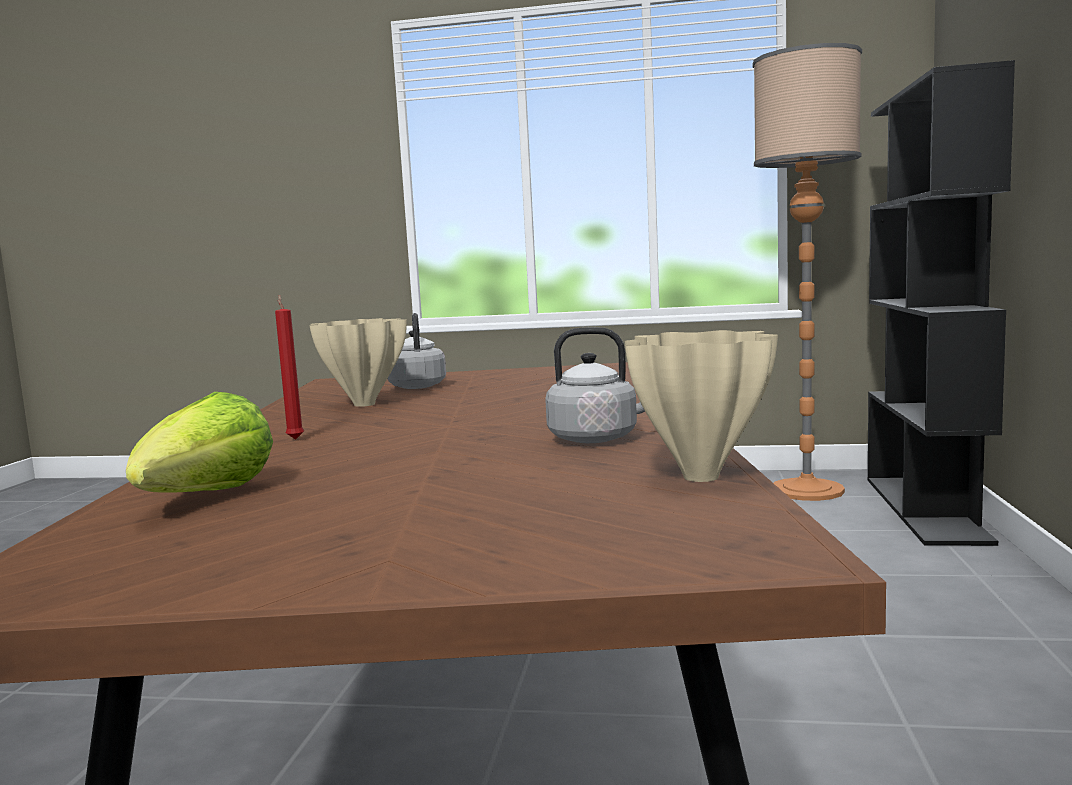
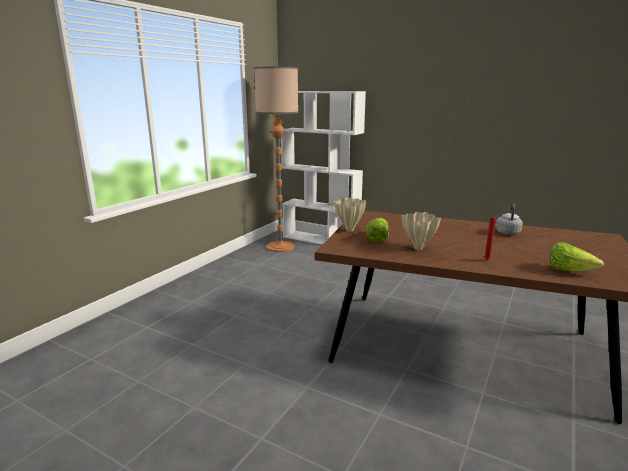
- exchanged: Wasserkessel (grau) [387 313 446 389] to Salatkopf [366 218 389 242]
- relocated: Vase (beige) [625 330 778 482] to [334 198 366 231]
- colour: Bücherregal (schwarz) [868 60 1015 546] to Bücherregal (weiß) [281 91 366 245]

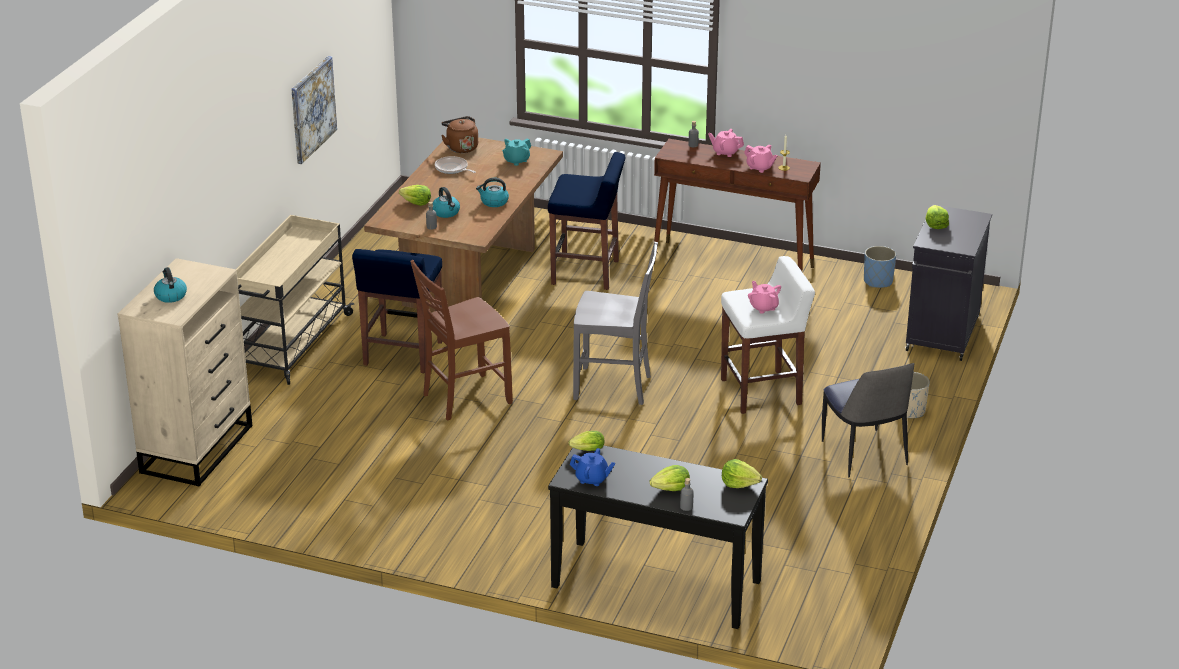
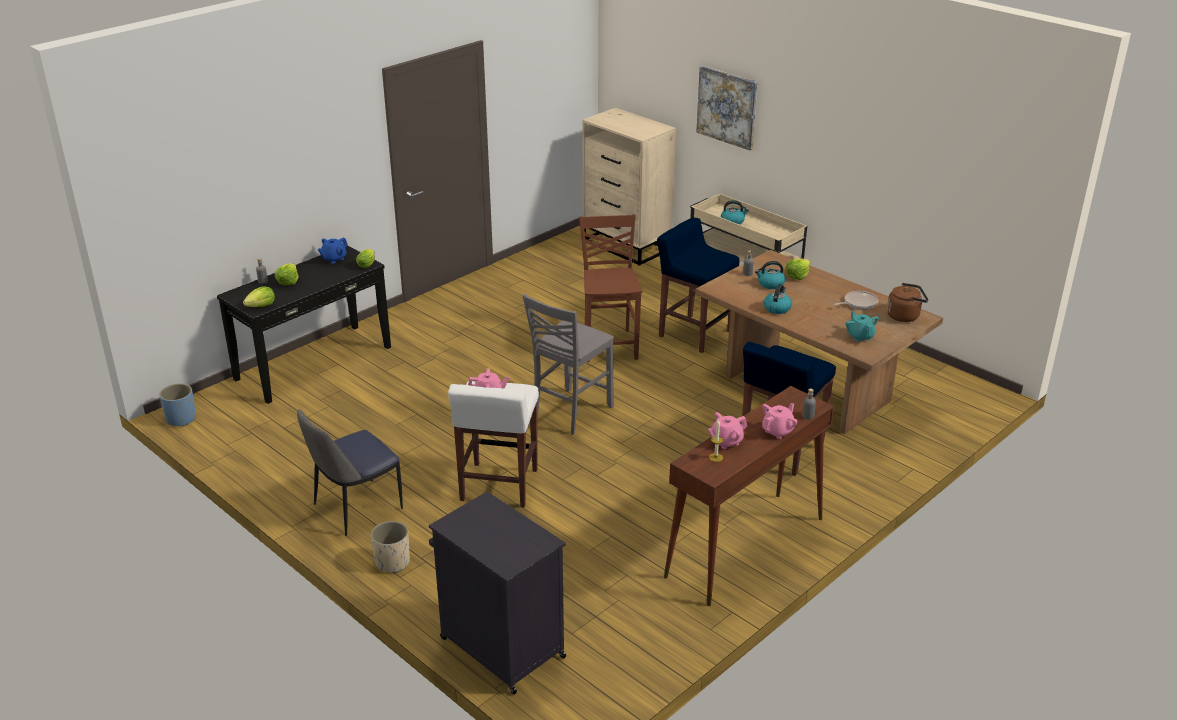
- relocated: Wasserkessel [154 267 187 303] to [721 200 749 225]
- relocated: Bild [291 56 337 164] to [696 66 758 150]
- spun: Stuhl [822 363 914 477] = [297 409 403 536] 45 degrees counterclockwise
- relocated: Pflanzkübel (blau) [864 246 896 288] to [159 384 196 427]
- missing: Salatkopf [926 205 949 229]

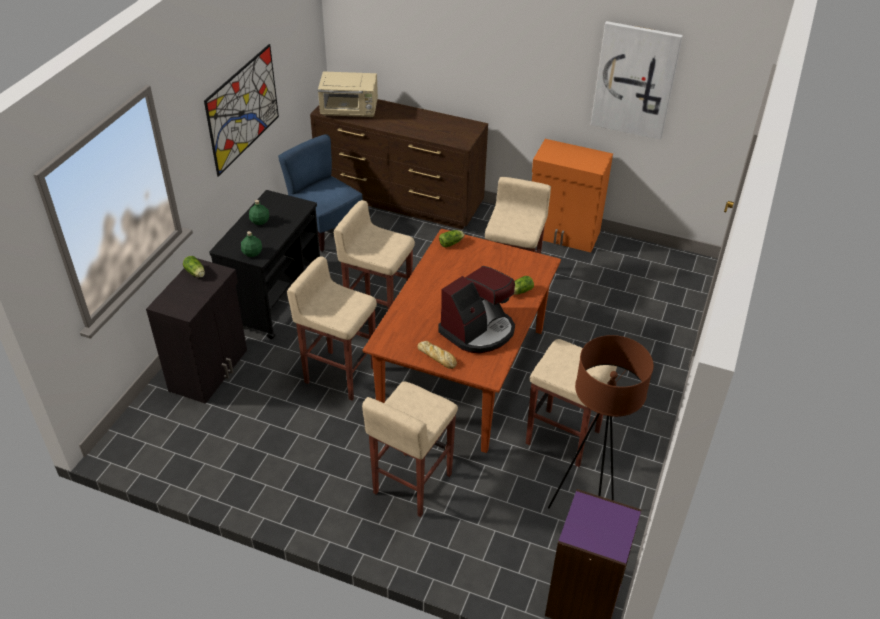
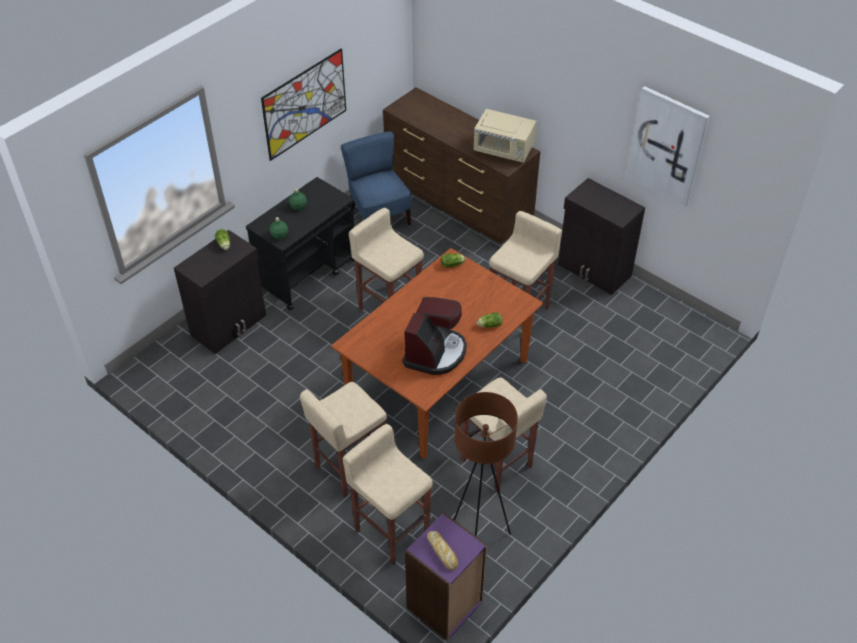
- relocated: Hocker (beige) [287 256 377 401] to [343 424 433 565]
- relocated: Mikrowelle (beige) [318 71 378 117] to [474 109 537 163]
- relocated: Brot [417 341 457 369] to [427 531 458 570]
- spun: Kaffeemaschine [438 266 515 353] = [402 297 467 375] 45 degrees counterclockwise
- colour: Schrank (orange) [532 139 613 252] to Schrank (schwarz) [558 178 645 295]

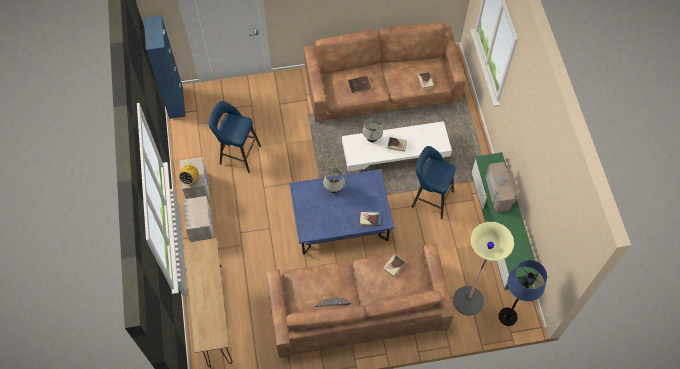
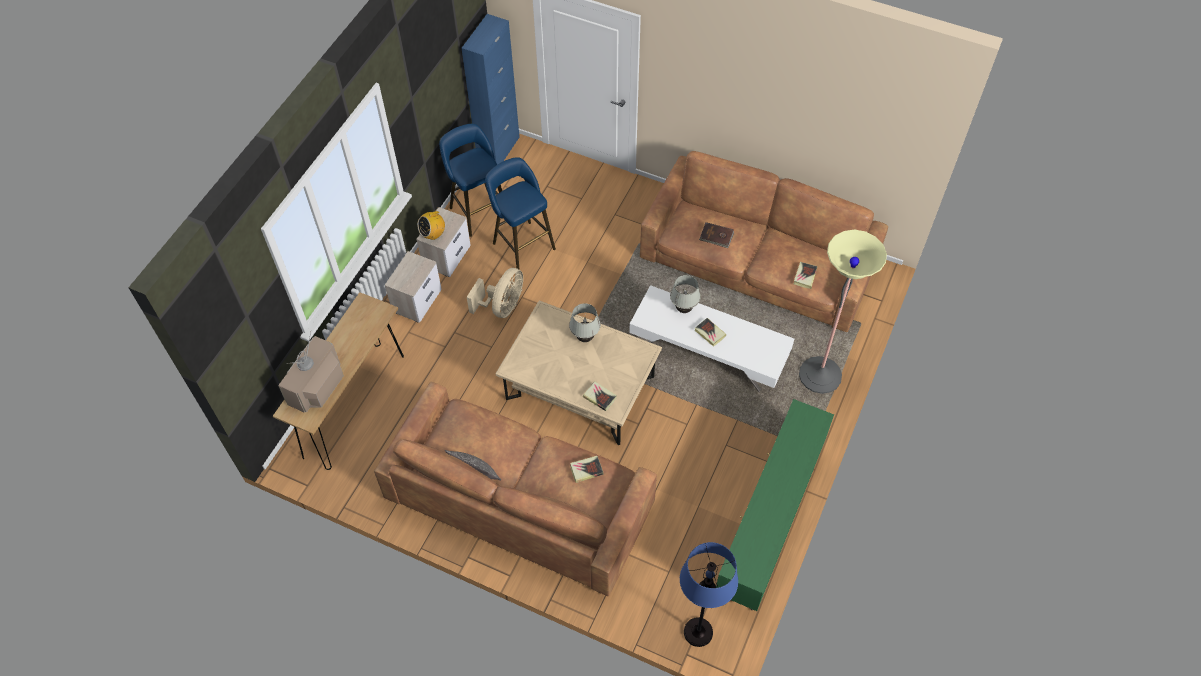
- colour: Couchtisch (blau) [289 169 394 254] to Couchtisch (beige) [495 300 662 445]
- relocated: Hocker (blau) [412 146 456 219] to [439 124 502 237]
- relocated: Stehlampe [453 222 514 315] to [799 230 887 394]
- relocated: Fernseher [485 162 519 212] to [278 332 344 413]
- appeared: Ventilator (beige) [467 268 523 318]

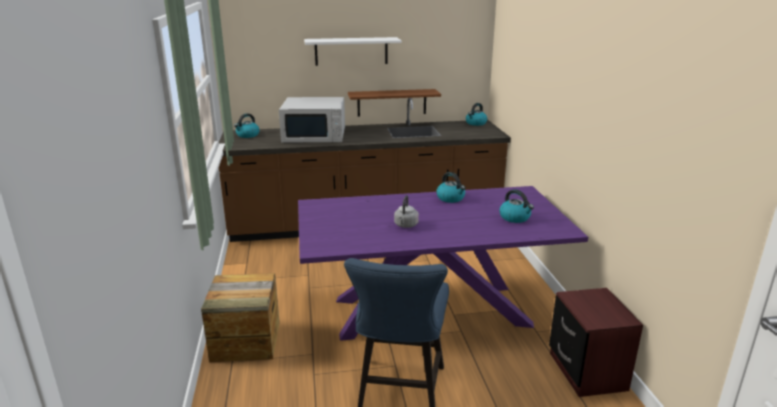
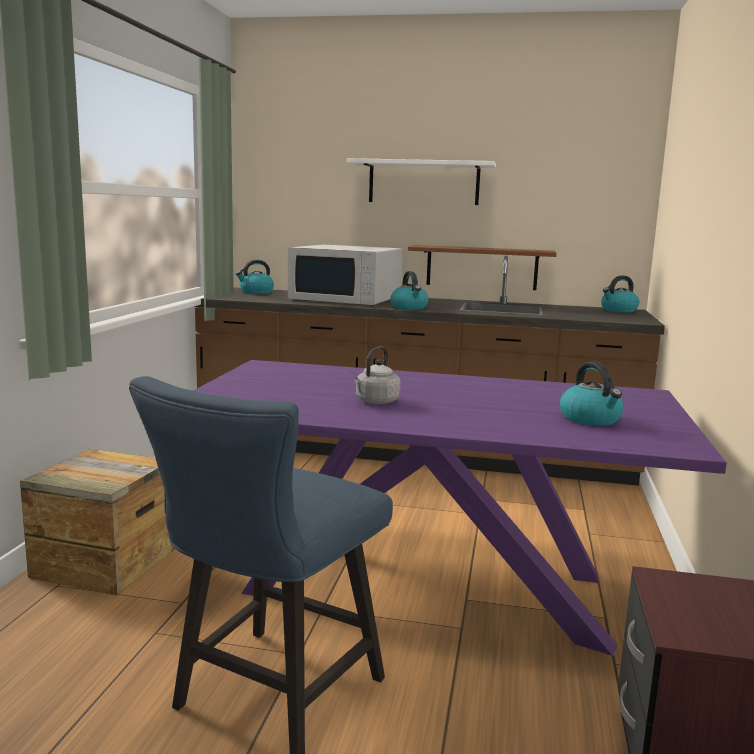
- relocated: Wasserkessel [436 172 466 203] to [390 271 428 310]

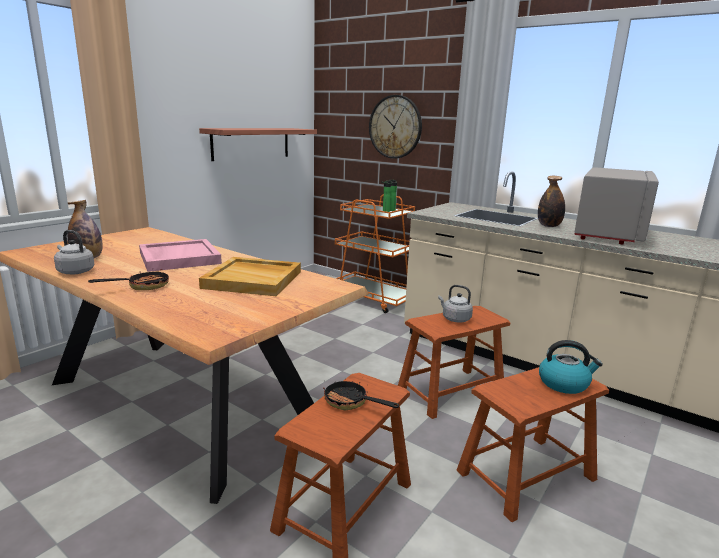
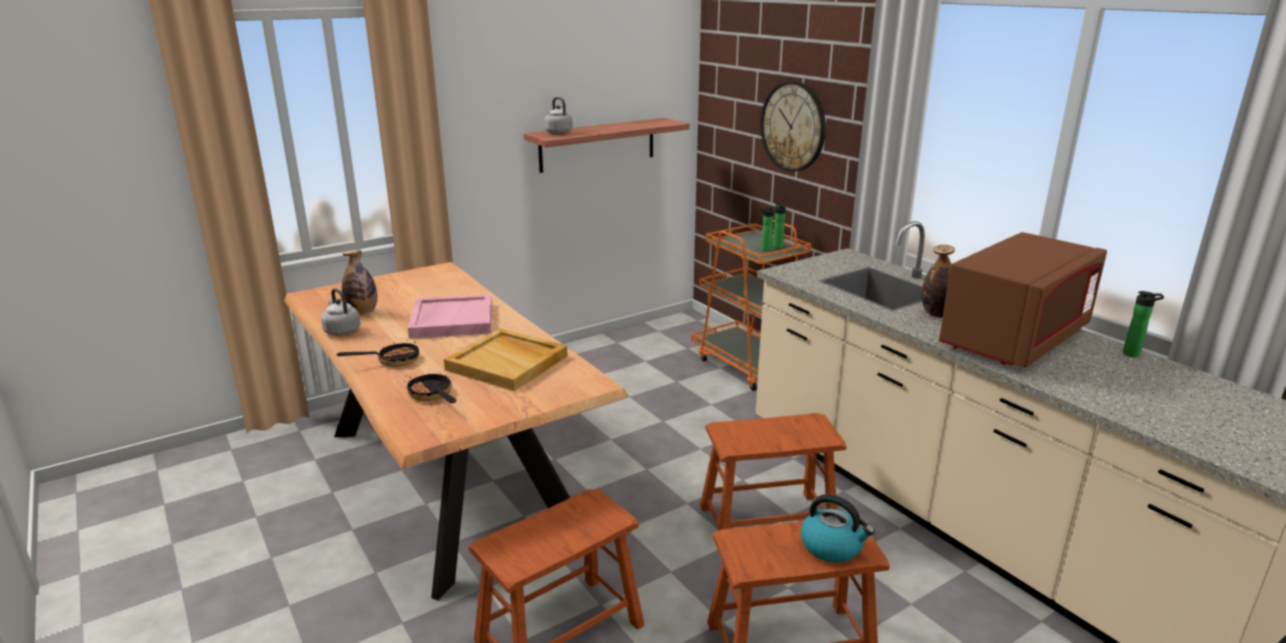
- relocated: Pfanne [323 381 399 410] to [405 373 456 403]
- relocated: Wasserkessel (grau) [438 285 473 323] to [544 97 573 134]
- colour: Mikrowelle (grau) [574 167 659 244] to Mikrowelle (braun) [939 232 1107 367]
- appeared: Flasche [1123 291 1164 357]

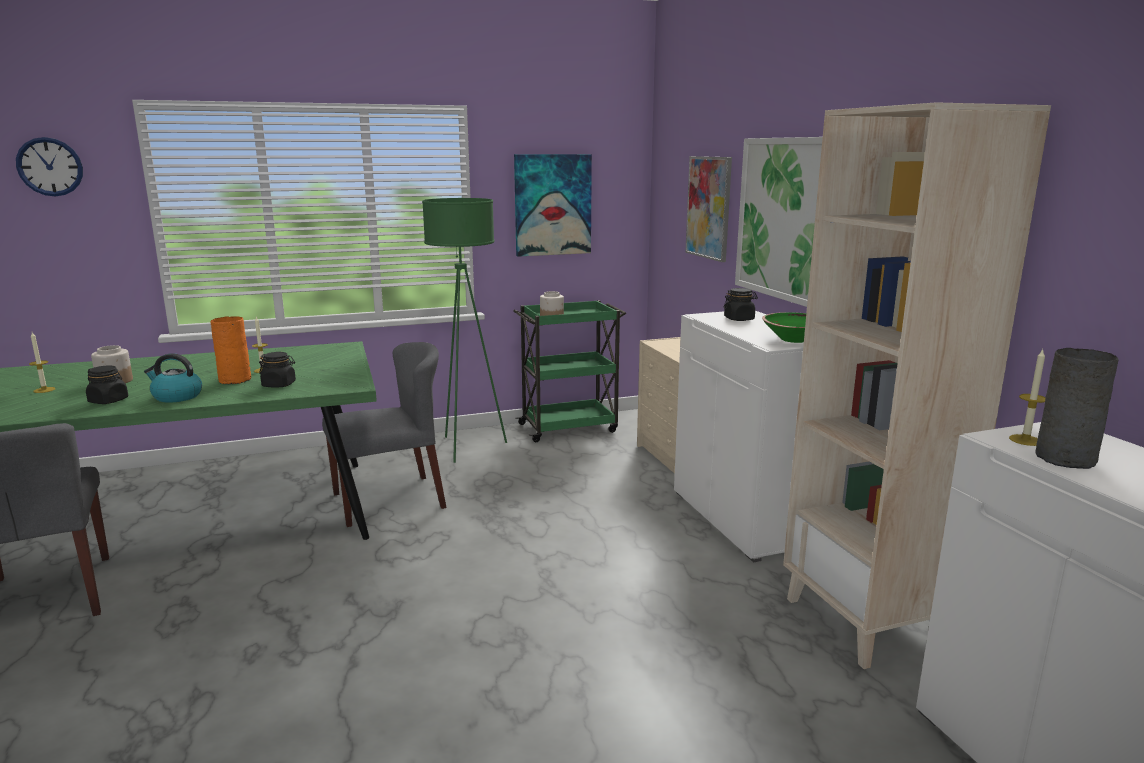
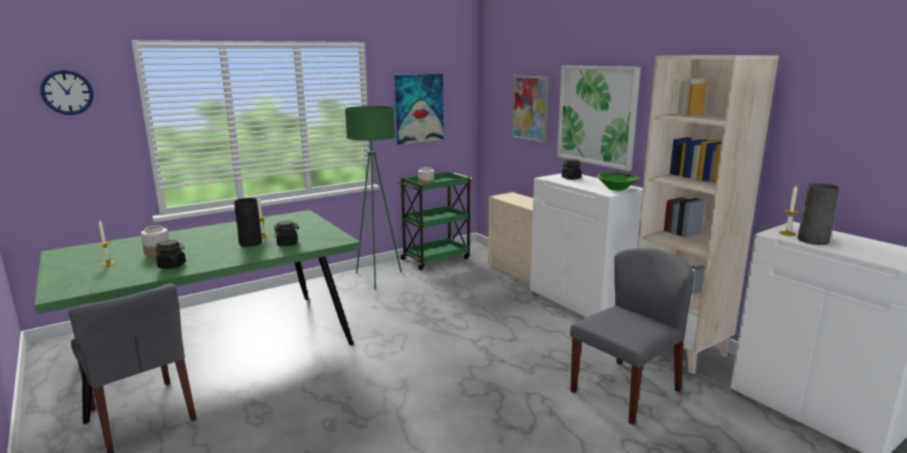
- missing: Wasserkessel [144 353 202 403]
- colour: Vase (orange) [210 316 251 384] to Vase (schwarz) [234 198 262 247]
- relocated: Stuhl (grau) [322 342 447 527] to [570 248 694 425]

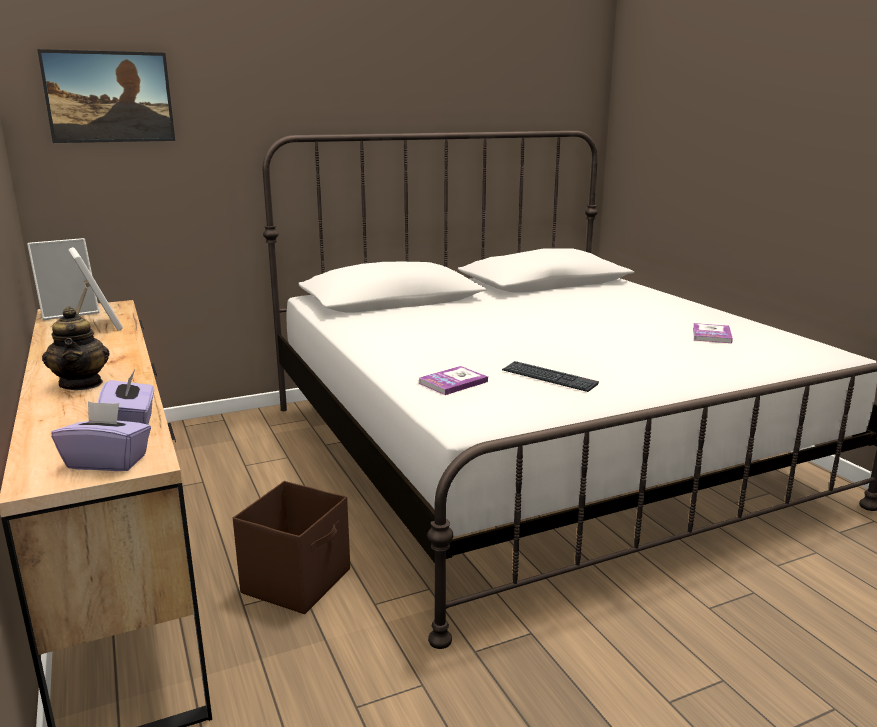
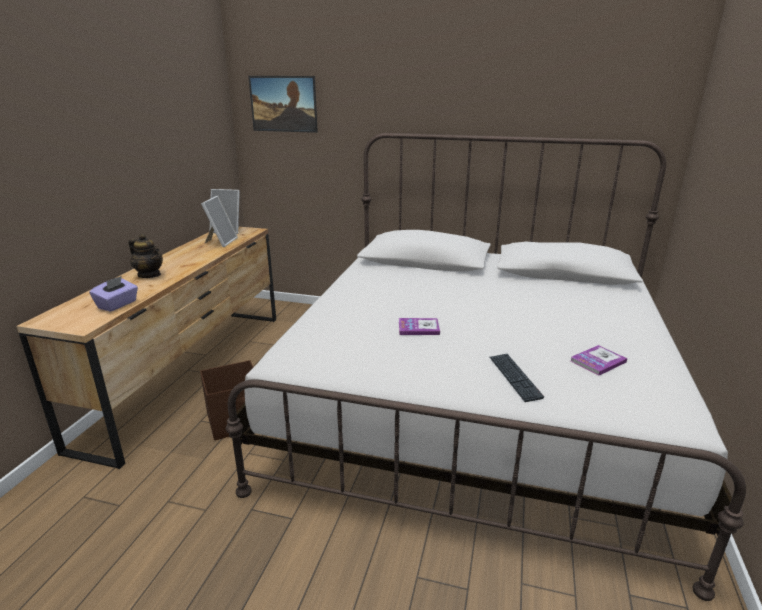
- spun: Teekanne [42 307 109 390] = [129 234 163 278] 75 degrees counterclockwise
- missing: Taschentuchbox (lila) [51 401 151 471]
- relocated: Buch [418 366 488 395] to [399 318 440 335]
- relocated: Tastatur [502 361 599 392] to [490 354 544 402]

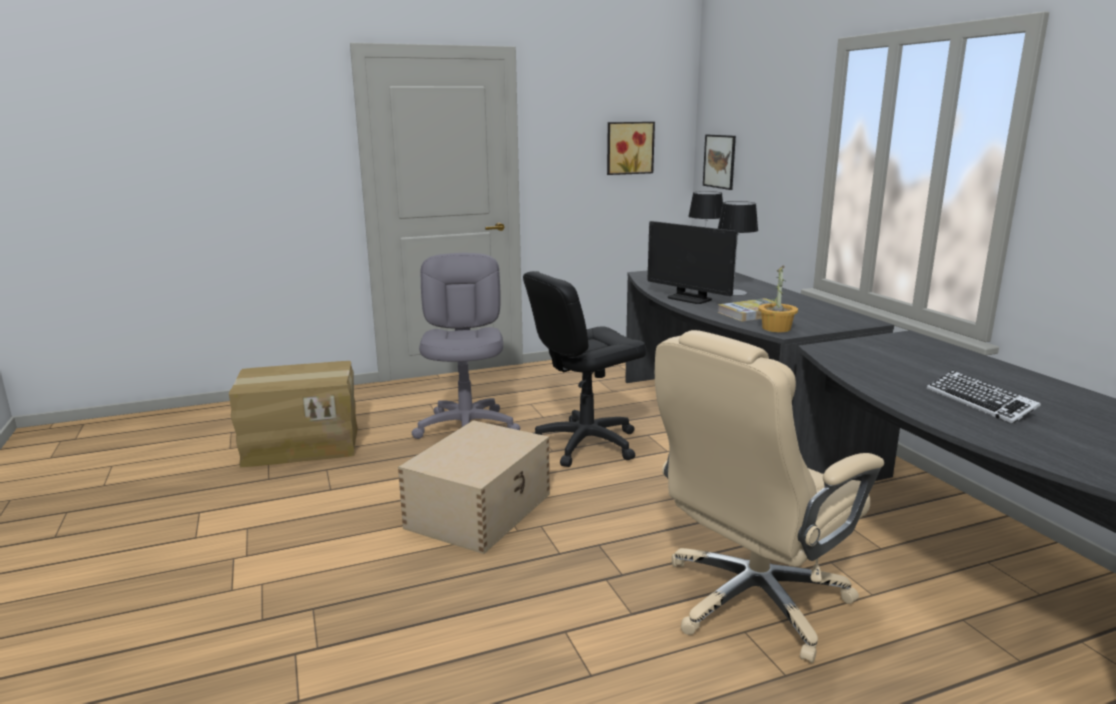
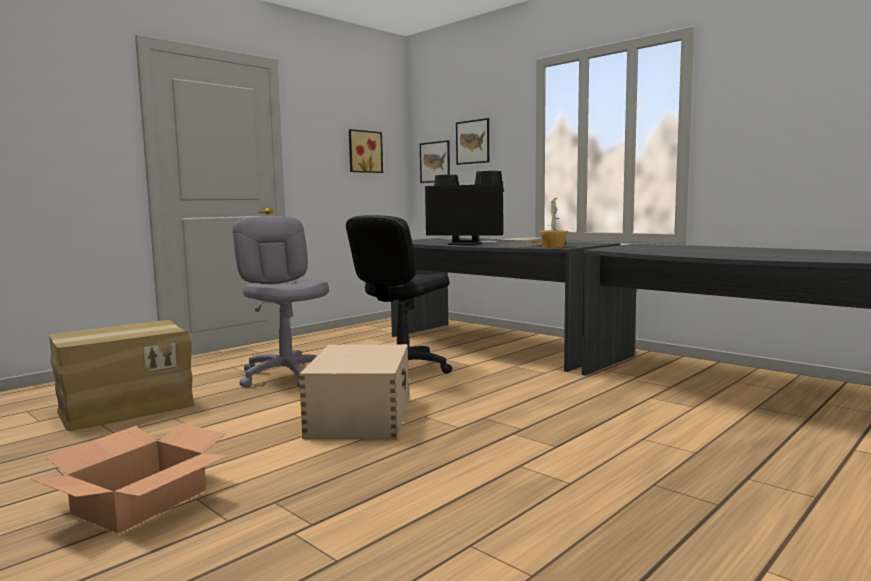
- missing: Bürostuhl (beige) [655 330 884 663]
- missing: Tastatur [927 370 1041 424]
- appeared: Karton [31 423 227 533]
- appeared: Bild [456 118 489 165]

